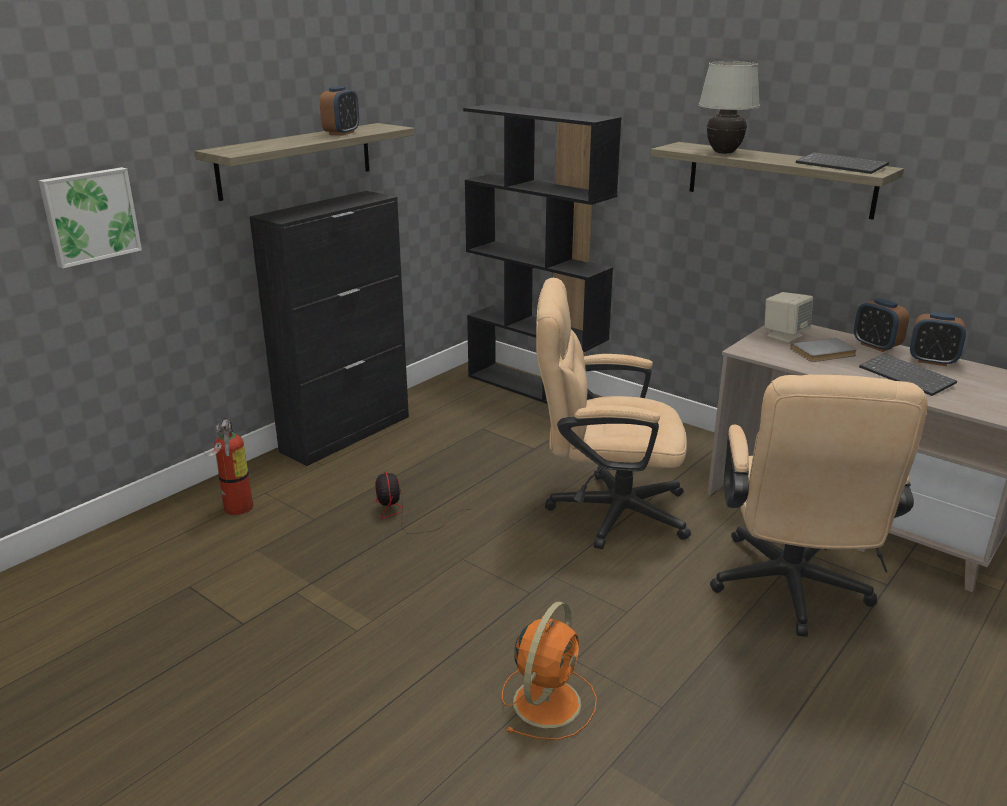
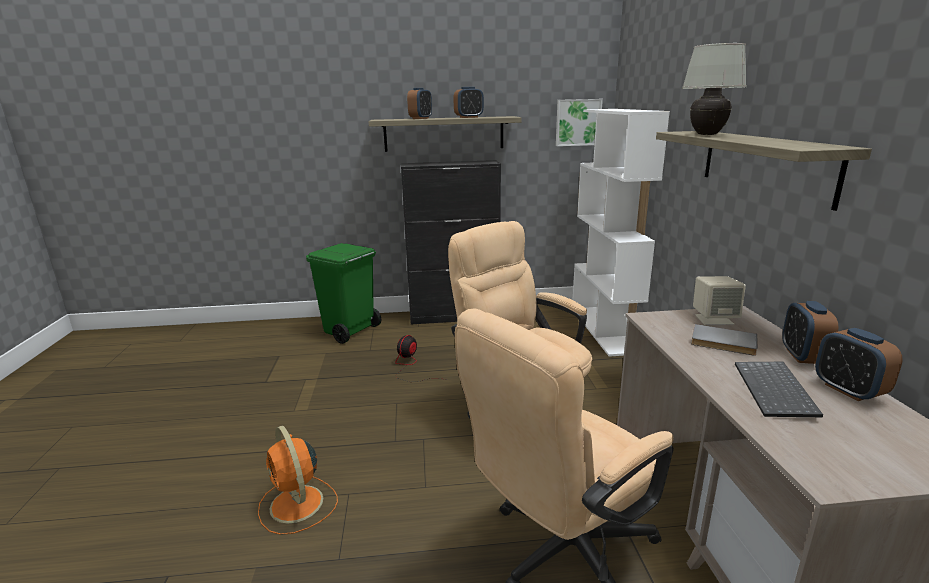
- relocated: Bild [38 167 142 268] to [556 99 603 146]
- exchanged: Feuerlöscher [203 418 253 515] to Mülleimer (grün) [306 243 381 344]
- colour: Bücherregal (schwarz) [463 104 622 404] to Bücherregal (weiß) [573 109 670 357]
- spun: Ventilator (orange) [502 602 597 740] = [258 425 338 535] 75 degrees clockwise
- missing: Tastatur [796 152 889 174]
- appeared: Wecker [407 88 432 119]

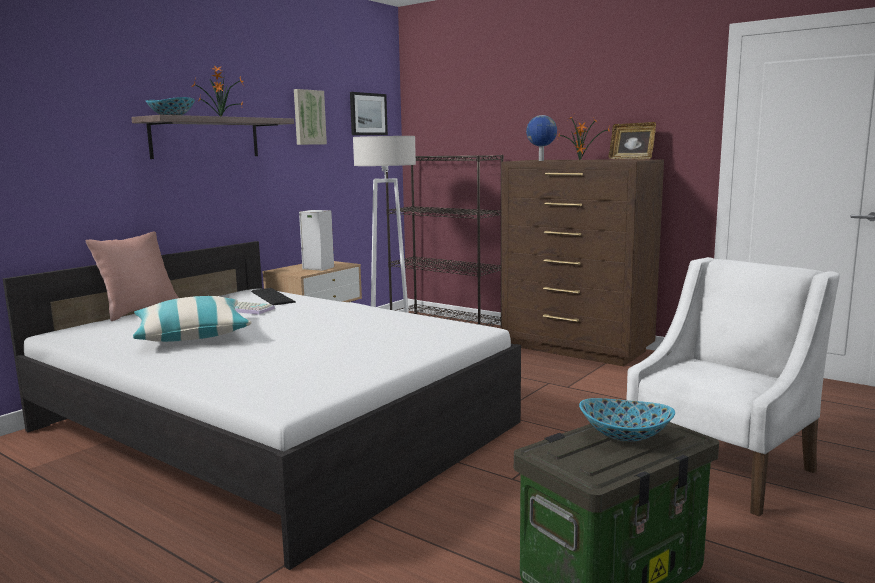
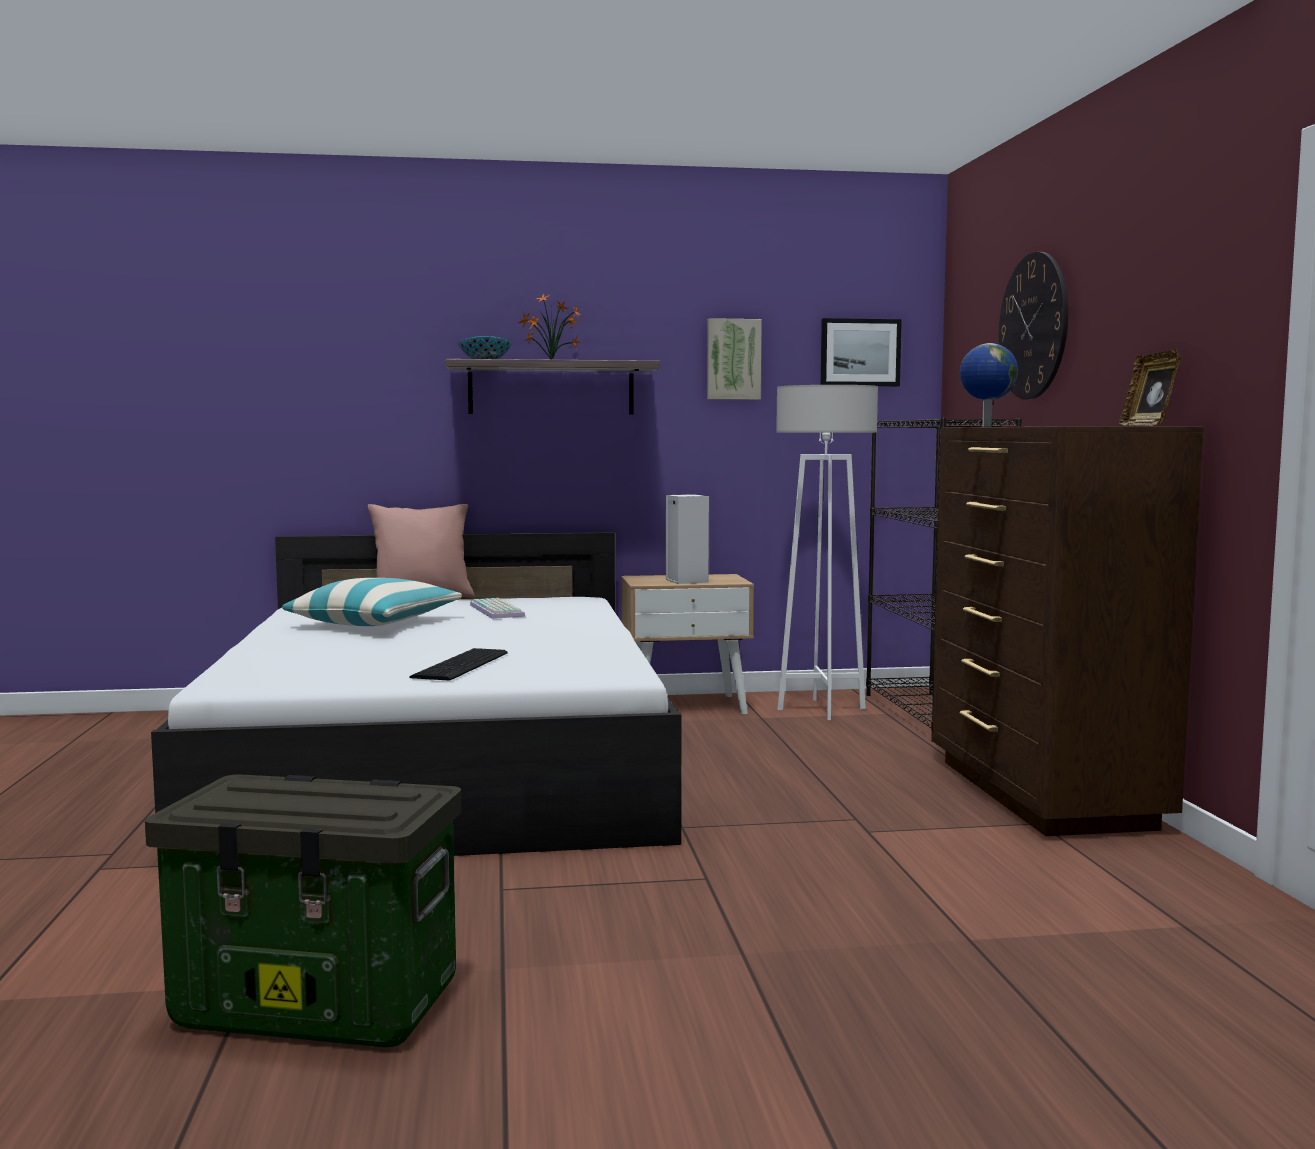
- relocated: Tastatur [251 288 296 305] to [409 648 508 681]
- missing: Topfpflanze [558 116 610 160]
- missing: Schüssel [579 398 675 442]
- missing: Sessel (weiß) [626 257 840 516]
- appeared: Wanduhr [998 252 1068 400]

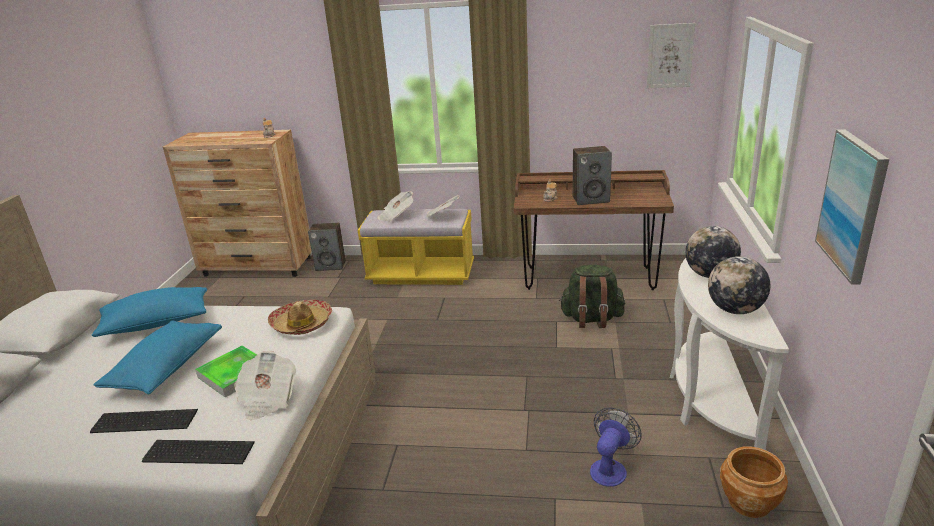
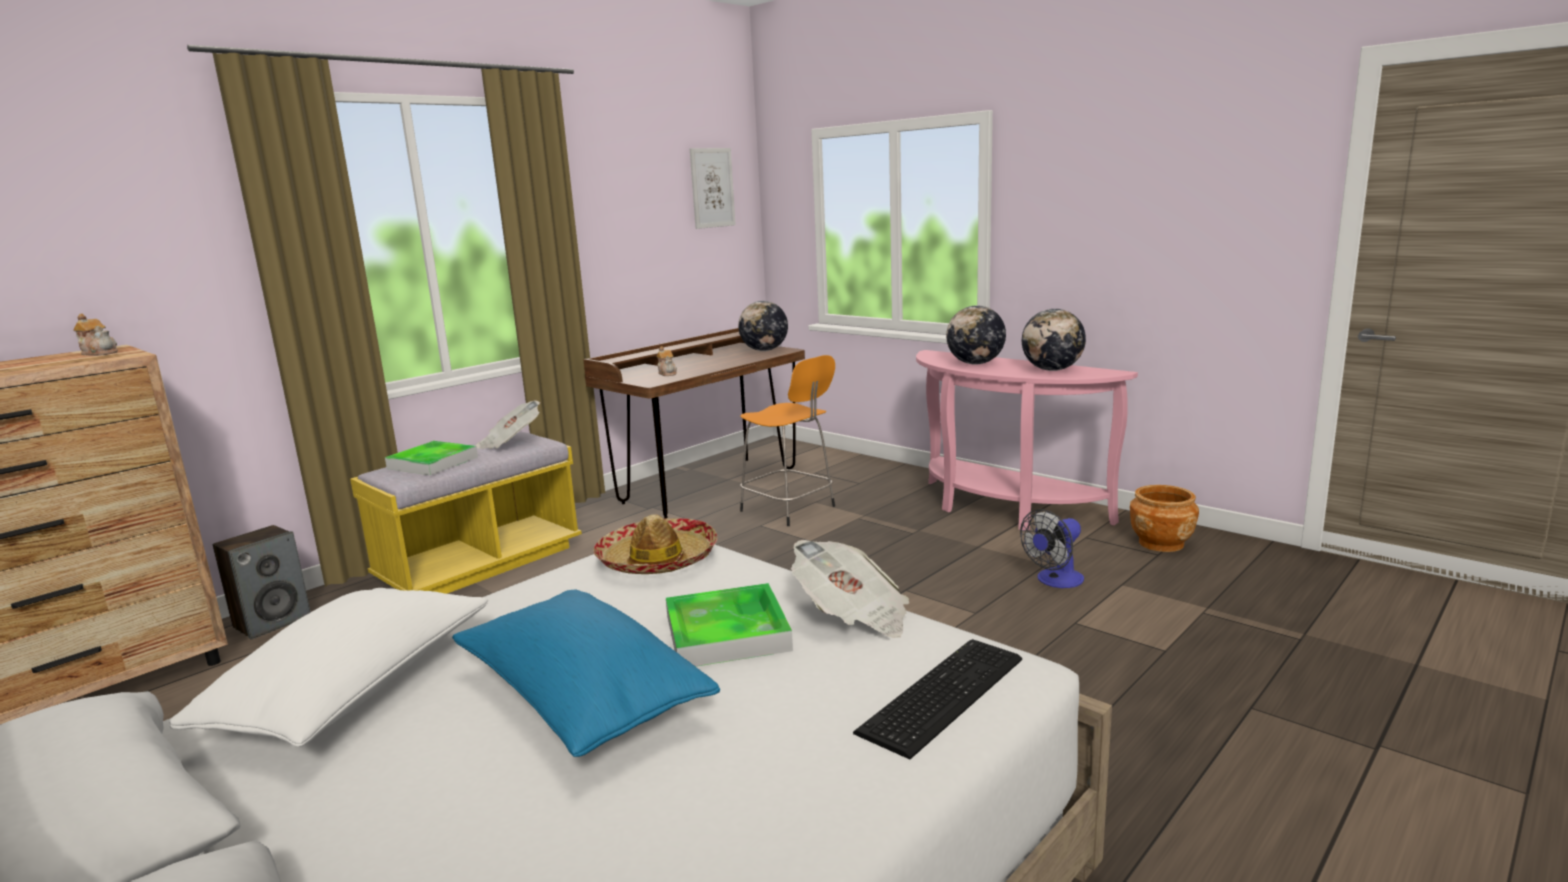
- missing: Tastatur [90 409 198 433]
- colour: Kissen (blau) [92 287 207 337] to Kissen (weiß) [169 588 488 747]
- exchanged: Zeitung [377 191 413 221] to Tablett [385 441 478 475]
- exchanged: Rucksack (grün) [559 265 625 328] to Hocker (orange) [740 355 835 526]
- missing: Lautsprecher [573 146 612 205]
- spun: Ventilator [590 407 642 487] = [1020 509 1084 588] 105 degrees counterclockwise
- colour: Konsolentisch (weiß) [670 258 789 450] to Konsolentisch (rosa) [916 350 1138 530]
- missing: Bild [815 129 889 284]
- appeared: Globus [738 301 788 351]

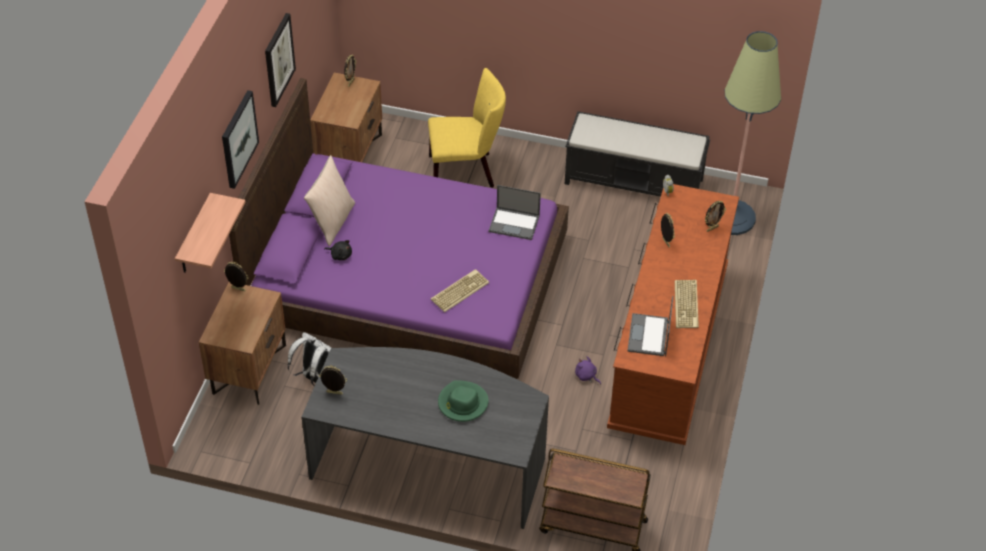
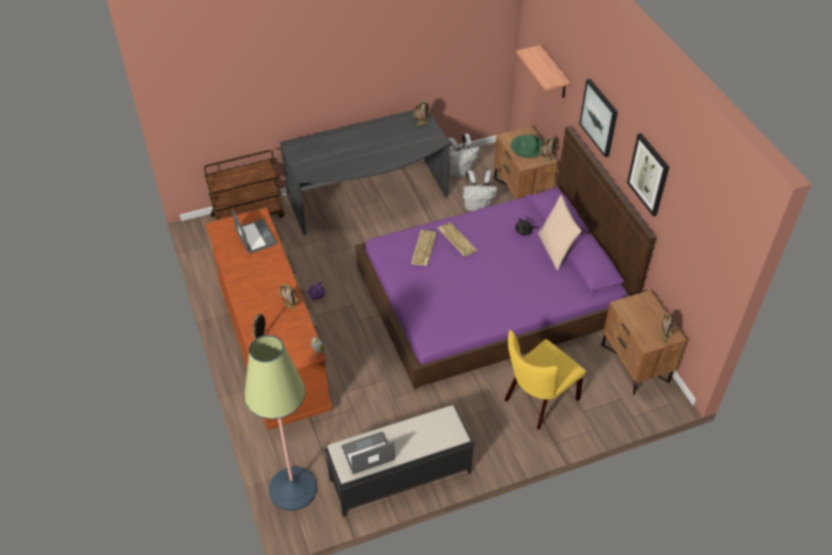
- relocated: Hut (grün) [438 380 489 422] to [511 135 543 158]
- relocated: Laptop [489 185 541 240] to [341 431 395 474]
- relocated: Tastatur [675 280 699 328] to [438 222 478 257]
- appeared: Rucksack (weiß) [447 134 480 178]

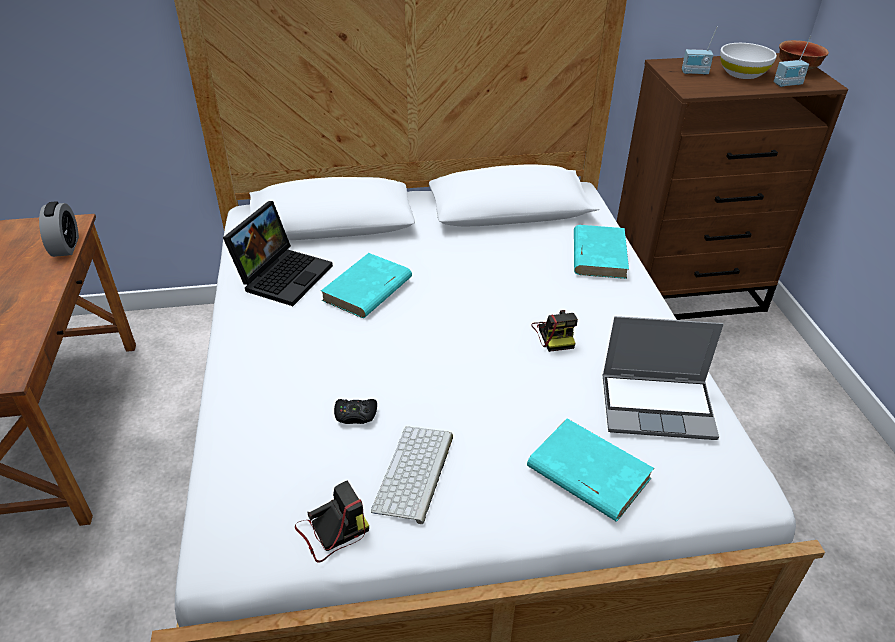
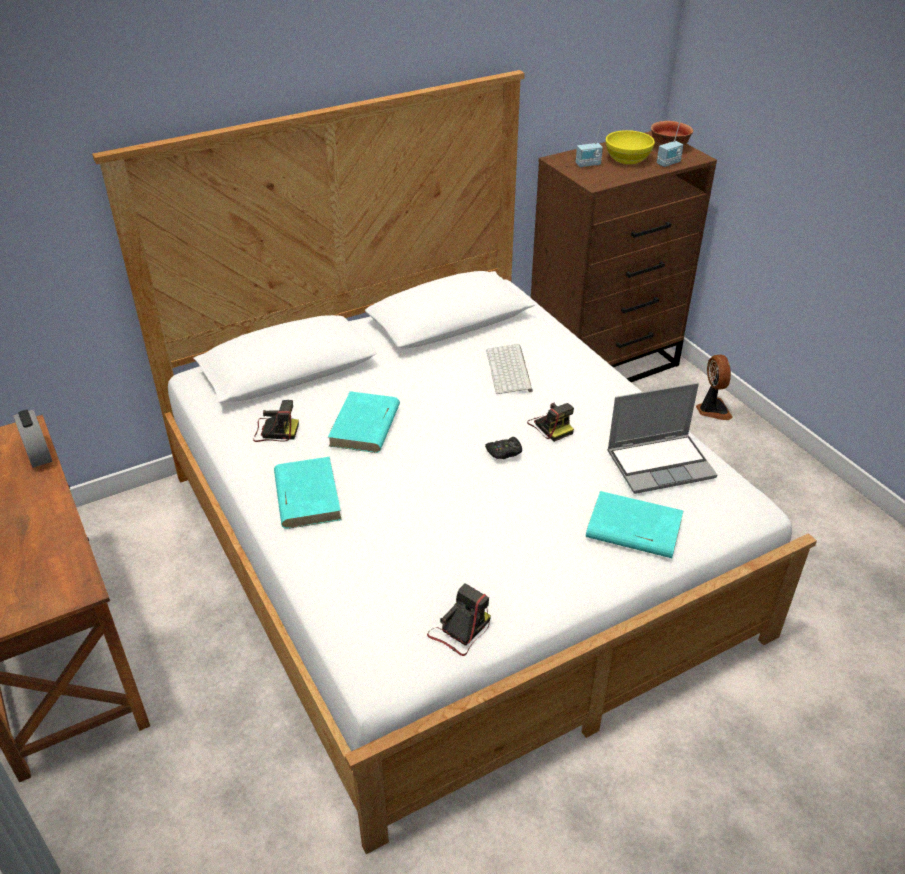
- exchanged: Laptop [223 201 333 306] to Kamera [253 400 299 442]
- relocated: Gamepad (schwarz) [334 399 377 424] to [485 437 522 459]
- relocated: Tastatur [371 426 453 524] to [486 344 533 394]
- relocated: Buch (türkis) [574 225 629 279] to [274 457 342 529]
- colour: Schüssel (weiß) [720 43 777 79] to Schüssel (gelb) [606 130 655 164]
- appeared: Ventilator [696 355 733 420]

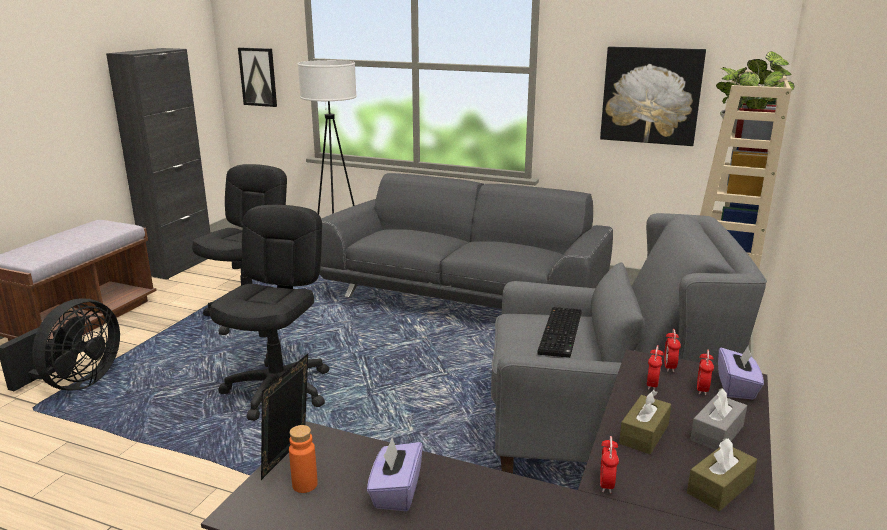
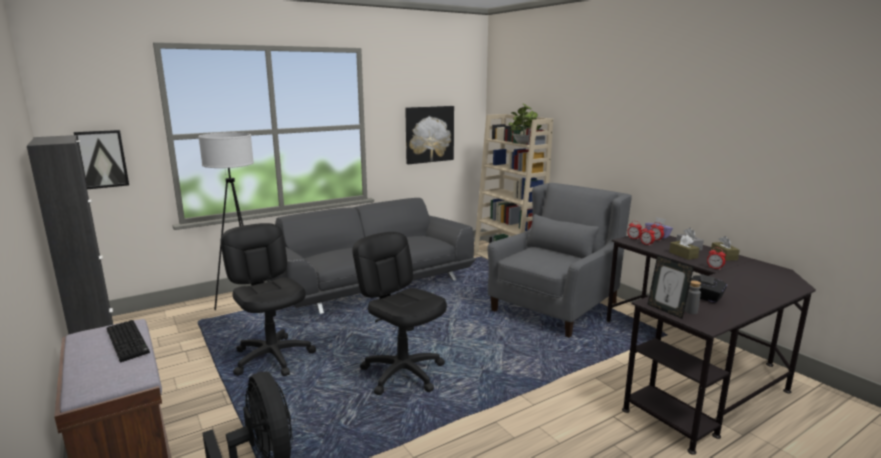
- colour: Flasche (orange) [289 425 318 493] to Flasche (grau) [684 280 701 314]
- colour: Taschentuchbox (lila) [367 438 423 511] to Taschentuchbox (schwarz) [689 274 727 303]
- relocated: Tastatur [537 307 581 358] to [106 320 150 362]

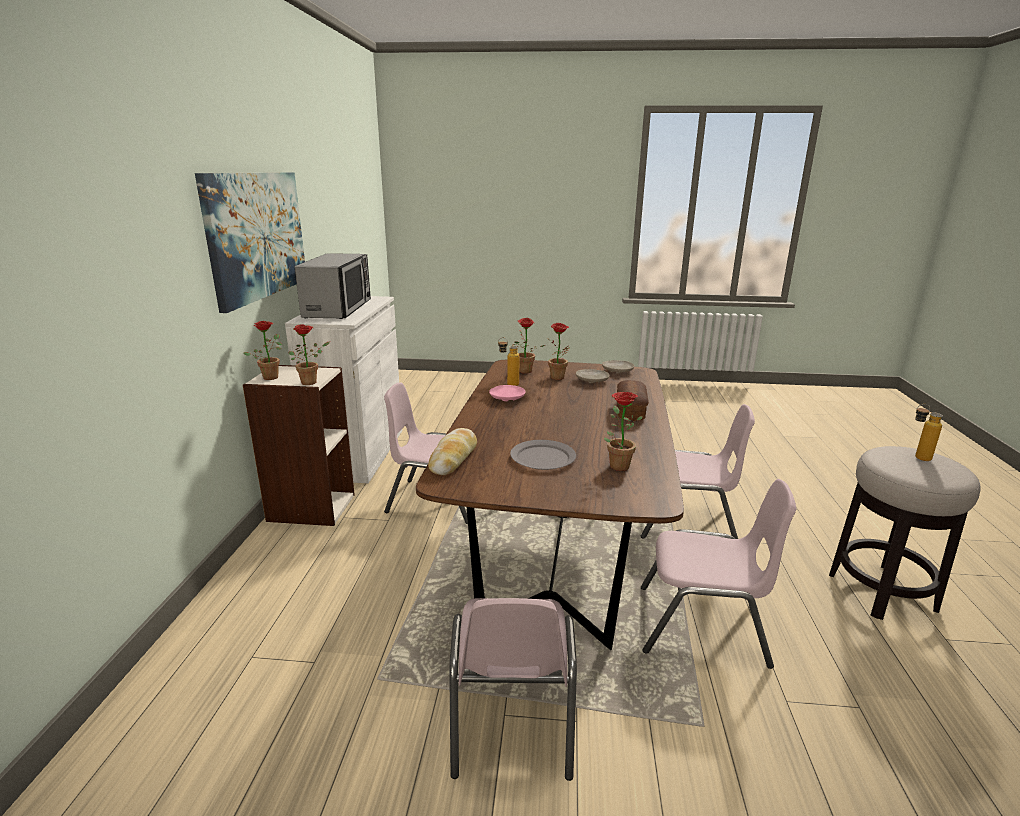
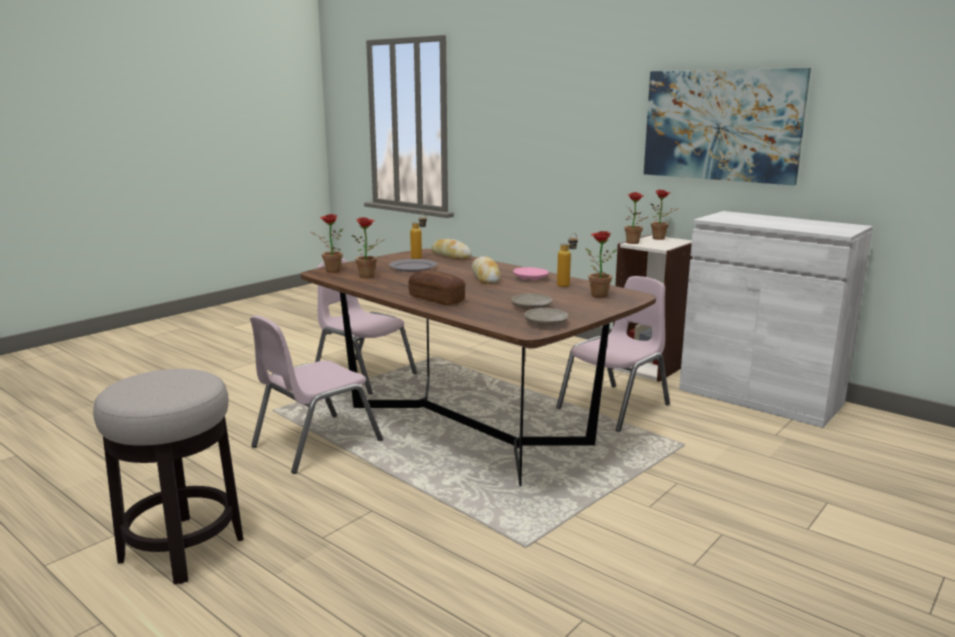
- missing: Mikrowelle [295 253 371 319]
- relocated: Topfpflanze [546 323 570 380] to [311 214 343 273]
- missing: Stuhl (rosa) [641 404 755 539]
- relocated: Flasche [915 404 943 461] to [410 213 427 259]
- appeared: Brot [472 256 501 284]

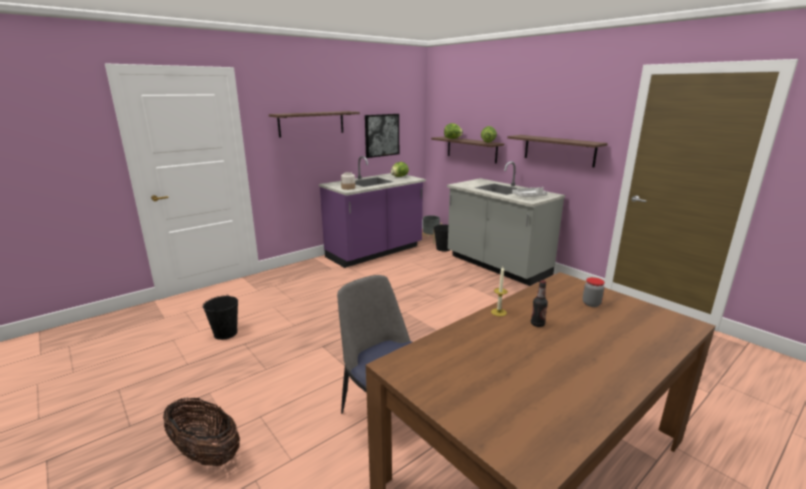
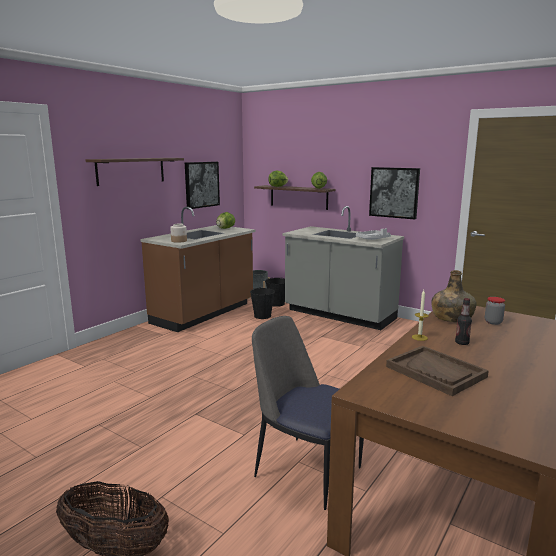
- relocated: Eimer (schwarz) [203 294 238 340] to [250 287 275 319]
- colour: Küchenzeile (lila) [319 156 426 268] to Küchenzeile (braun) [141 207 256 332]
- exchanged: Wandregal [507 135 608 167] to Bild [369 167 420 219]
- appeared: Tablett (braun) [386 346 489 396]
- appeared: Flasche (grün) [431 270 477 322]

